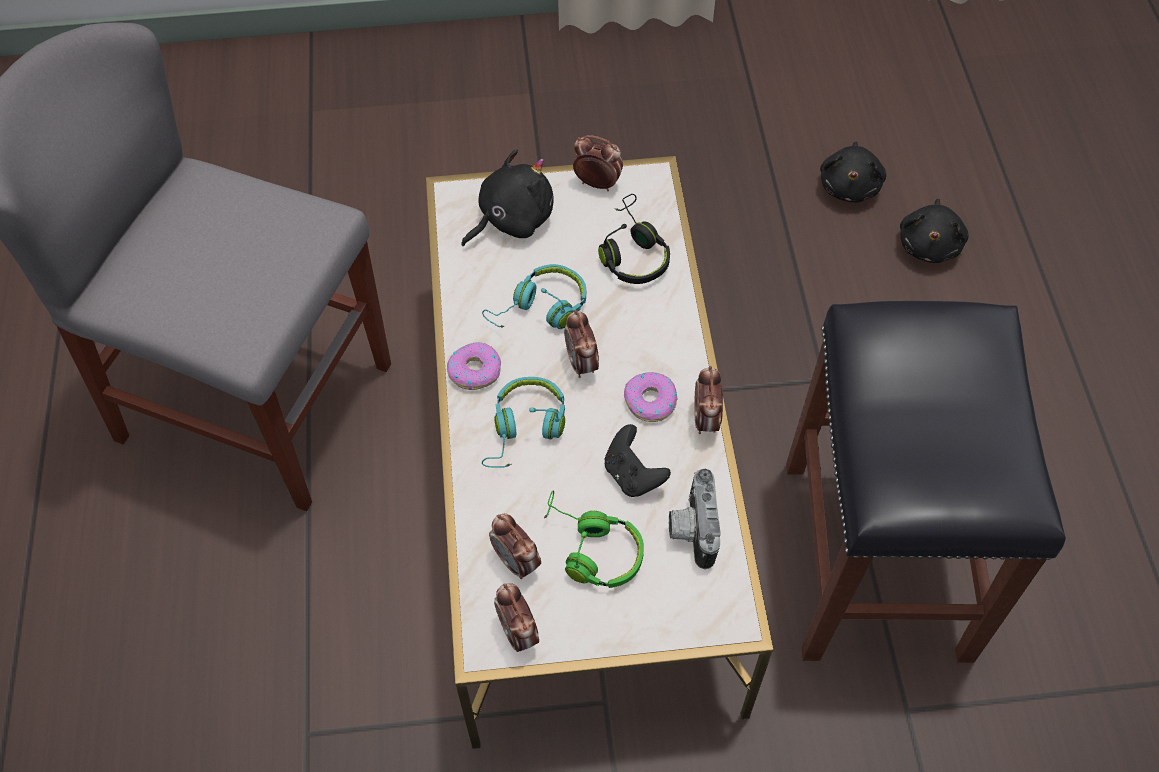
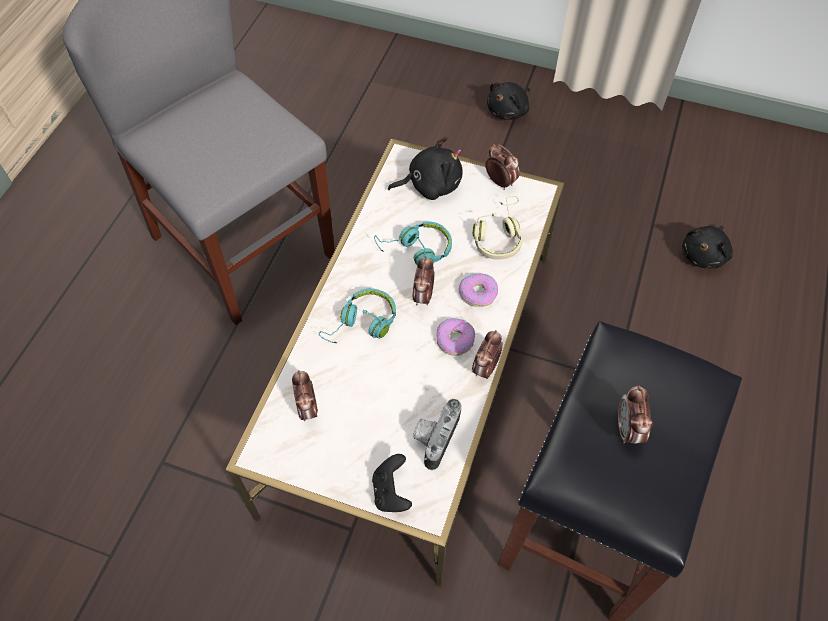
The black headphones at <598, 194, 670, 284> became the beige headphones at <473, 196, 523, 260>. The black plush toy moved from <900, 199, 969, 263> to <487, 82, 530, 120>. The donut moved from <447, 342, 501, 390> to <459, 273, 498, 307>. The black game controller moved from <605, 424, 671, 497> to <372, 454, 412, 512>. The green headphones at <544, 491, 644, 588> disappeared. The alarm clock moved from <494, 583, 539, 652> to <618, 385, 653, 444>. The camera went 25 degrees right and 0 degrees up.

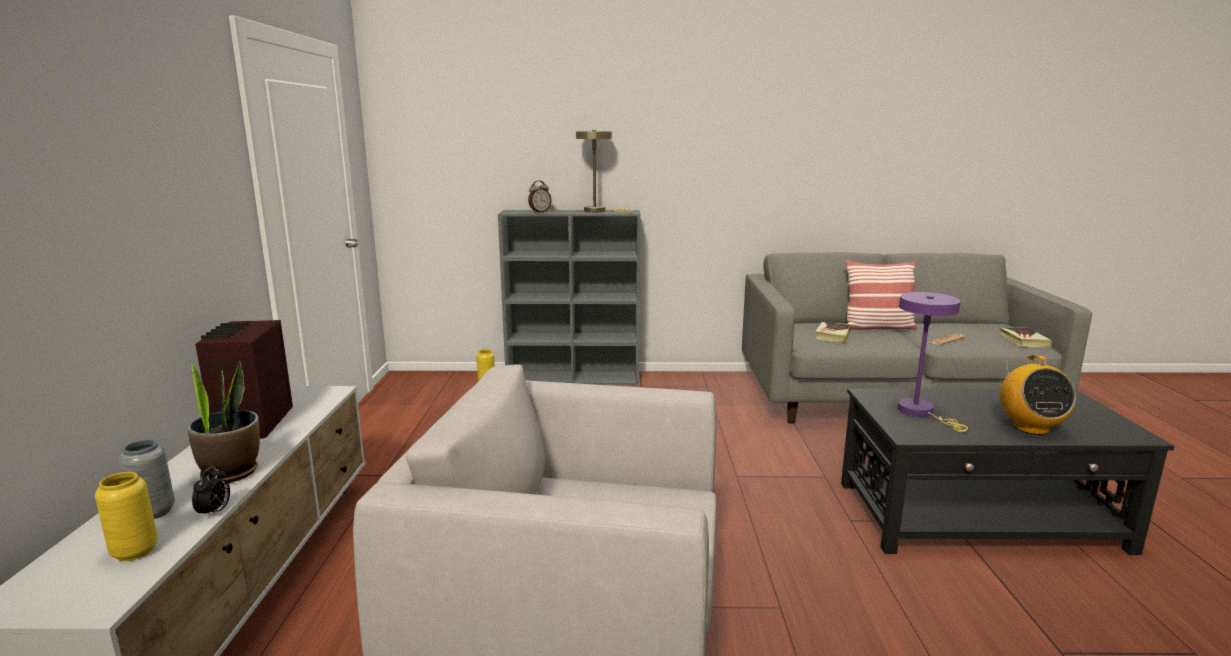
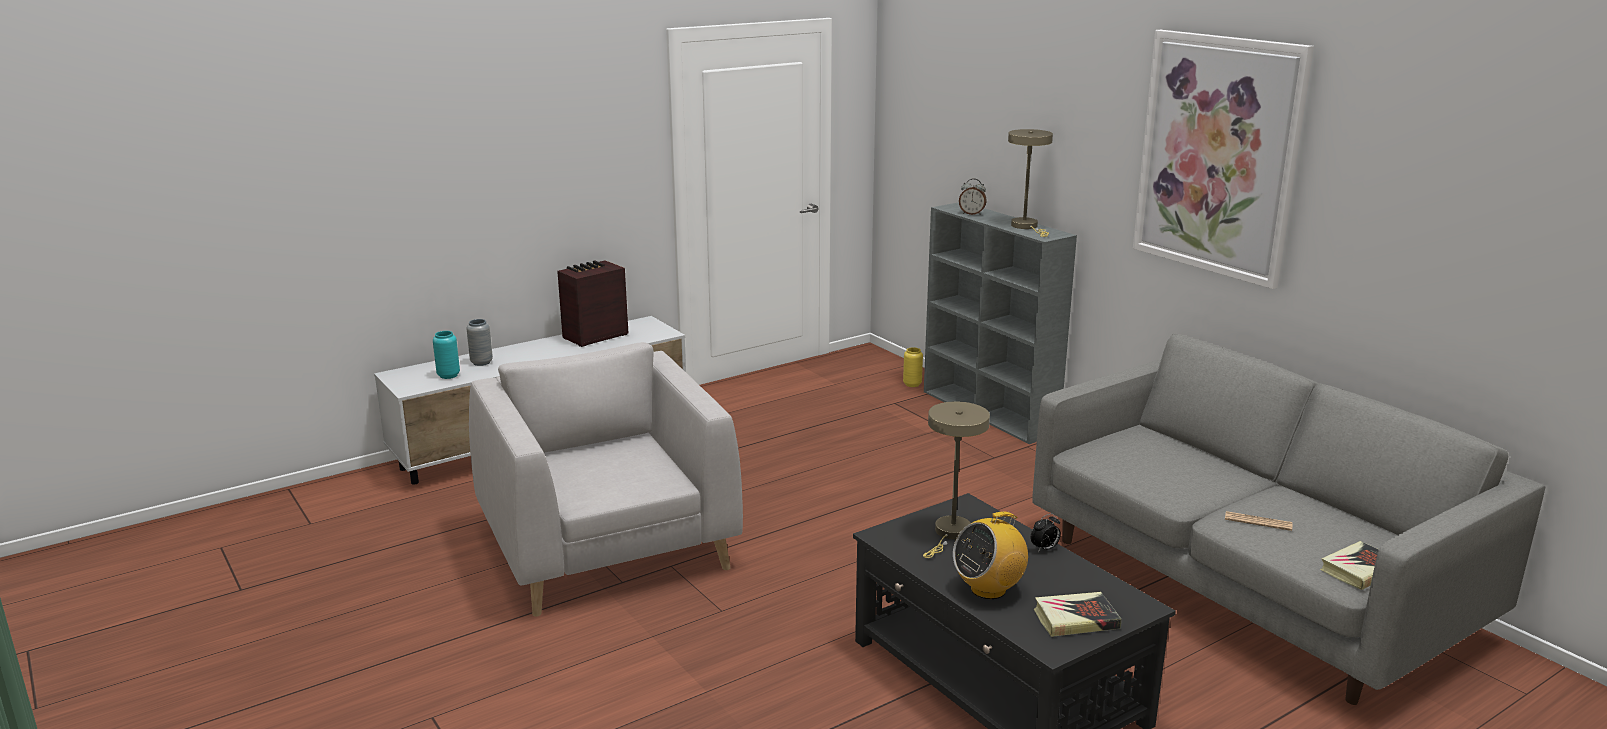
The pillow at <845, 260, 917, 330> disappeared. The purple table lamp at <898, 292, 968, 432> became the beige table lamp at <923, 401, 990, 558>. The book moved from <815, 322, 851, 343> to <1034, 592, 1121, 637>. The potted plant at <187, 361, 260, 483> disappeared. The alarm clock moved from <192, 466, 230, 519> to <1030, 513, 1061, 552>. The yellow vase at <95, 472, 158, 561> became the turquoise vase at <433, 331, 460, 379>. The picture at <1133, 30, 1314, 289> appeared. The camera went 55 degrees right and 5 degrees up.

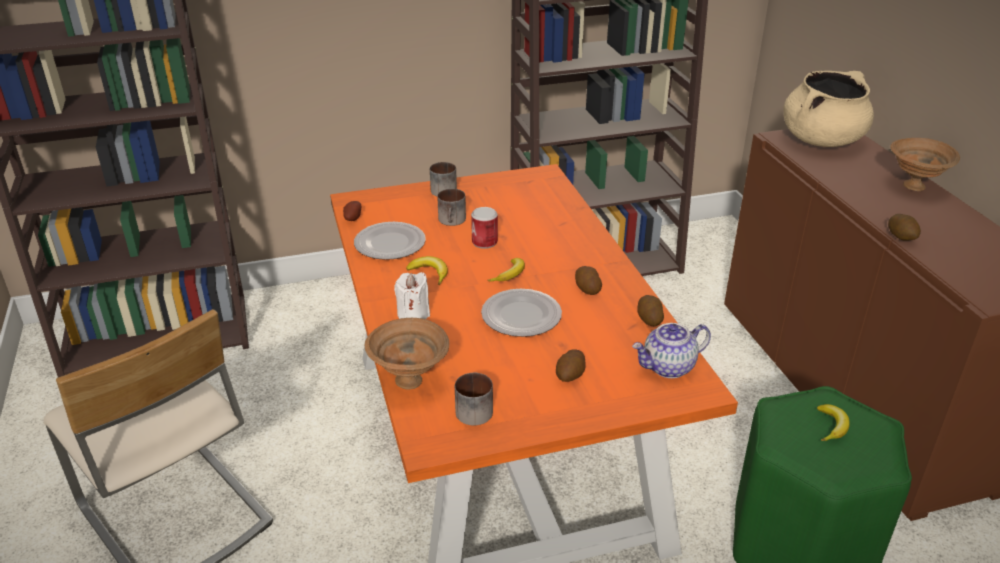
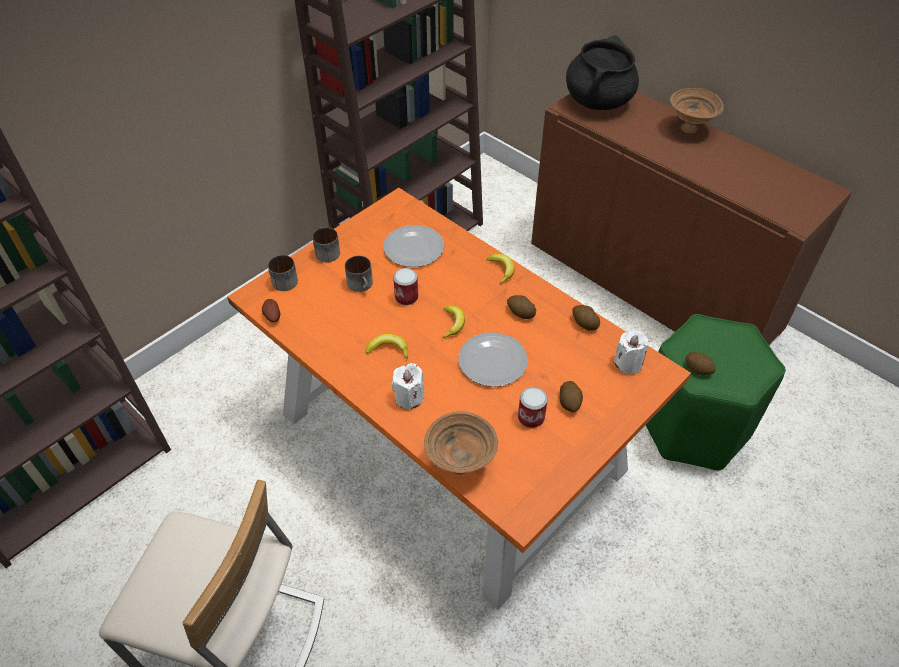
The beige cooking pot at <783, 71, 874, 147> became the black cooking pot at <566, 35, 639, 110>. The potato moved from <888, 214, 921, 241> to <685, 352, 715, 376>. The plate moved from <354, 222, 426, 260> to <383, 225, 444, 267>. The teapot at <632, 323, 711, 378> was replaced by the white candle at <613, 331, 649, 374>. The mug moved from <455, 373, 493, 426> to <268, 255, 298, 291>. The banana moved from <817, 404, 850, 441> to <487, 254, 515, 284>. The can at <518, 387, 548, 428> appeared. The camera went 30 degrees left and 15 degrees up.

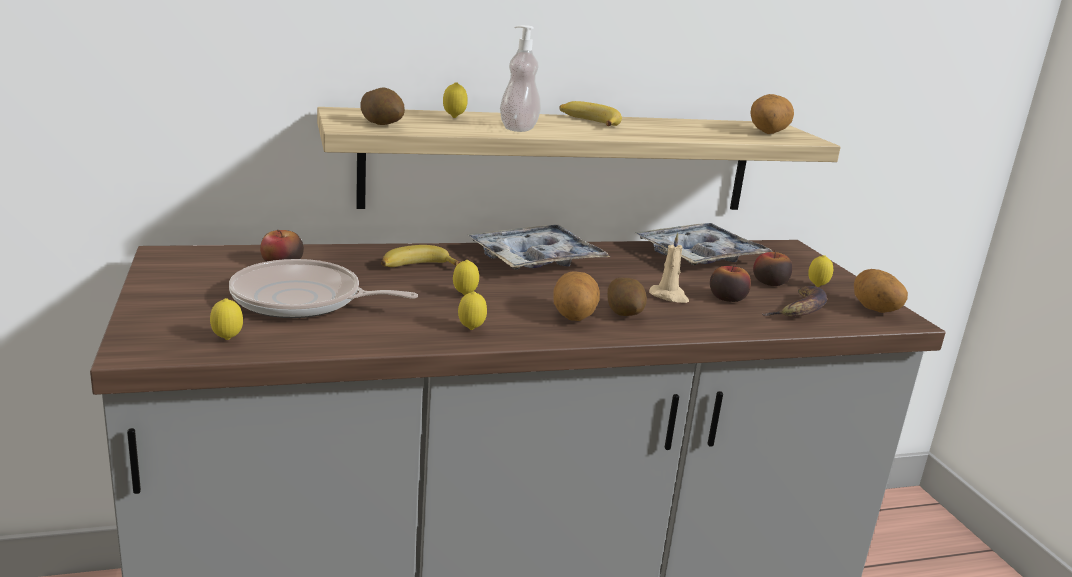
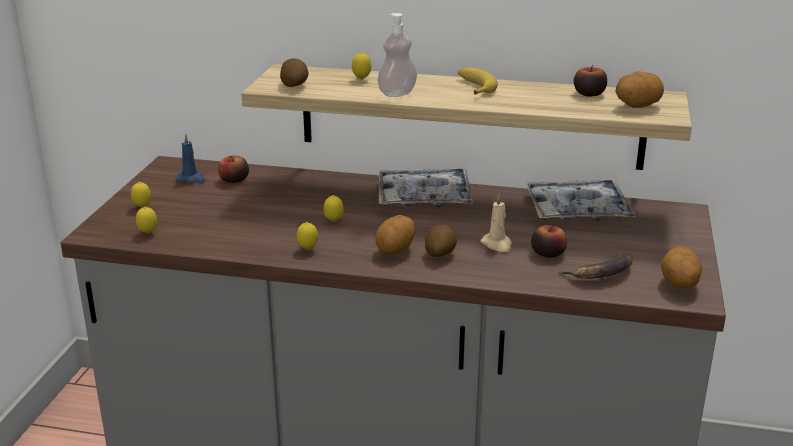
The banana at <381, 245, 460, 267> disappeared. The apple moved from <753, 250, 792, 286> to <573, 65, 607, 97>. The lemon moved from <808, 255, 833, 287> to <131, 182, 151, 208>. The frying pan at <229, 259, 418, 318> disappeared. The blue candle at <176, 133, 206, 184> appeared. The camera went 30 degrees right and 5 degrees up.

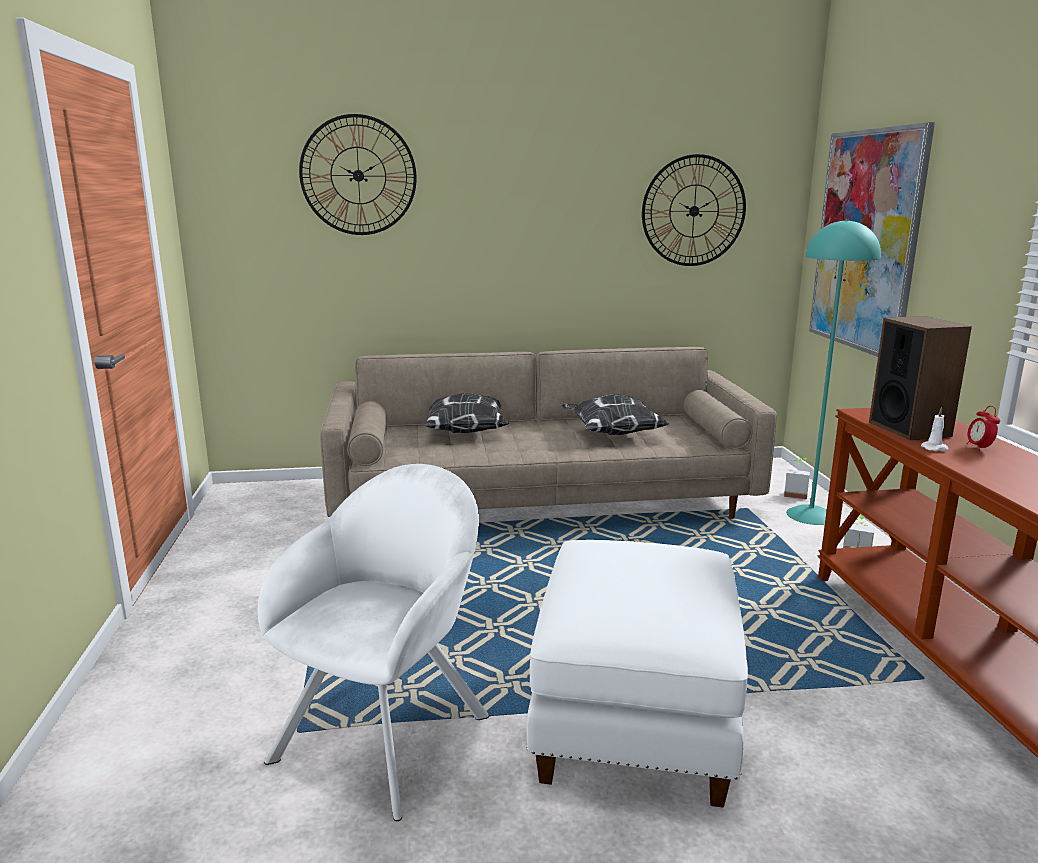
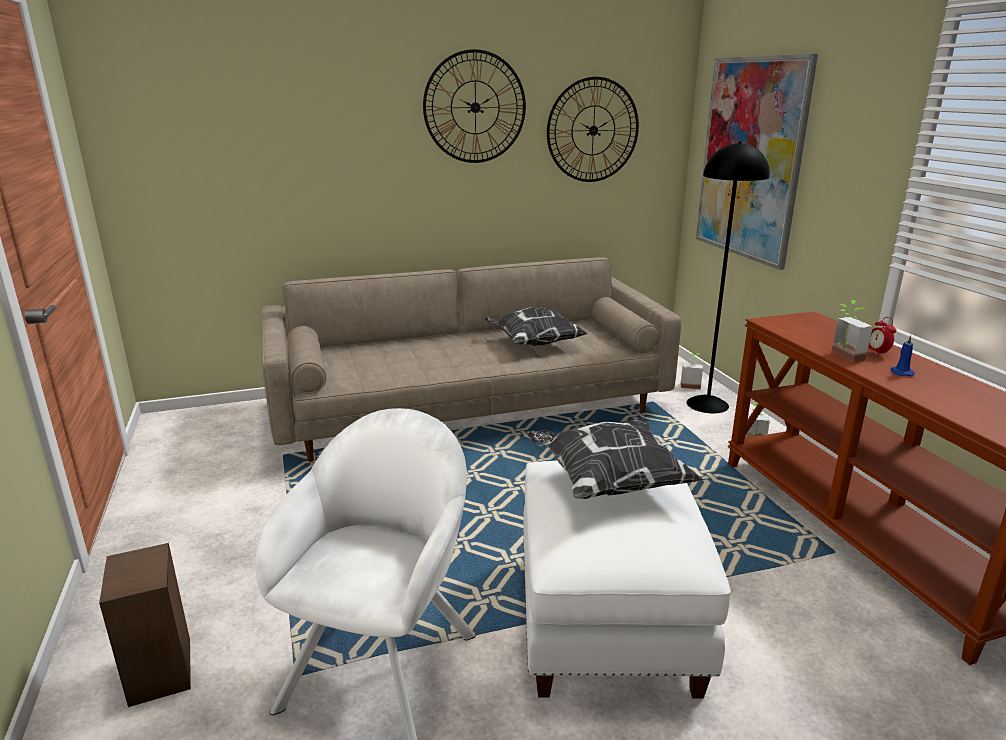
The wall clock moved from <299, 114, 417, 235> to <423, 49, 526, 163>. The turquoise floor lamp at <786, 219, 881, 525> became the black floor lamp at <687, 141, 770, 413>. The speaker moved from <869, 316, 972, 440> to <99, 543, 191, 707>. The pillow moved from <423, 393, 509, 433> to <527, 419, 704, 499>. The white candle at <921, 407, 949, 451> was replaced by the potted plant at <832, 300, 873, 362>. The blue candle at <891, 335, 915, 376> appeared. The camera went 10 degrees left and 5 degrees up.

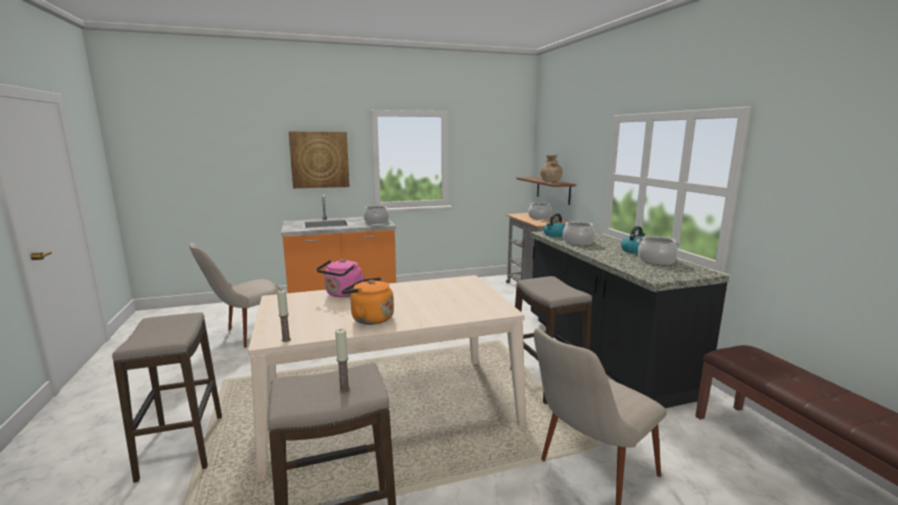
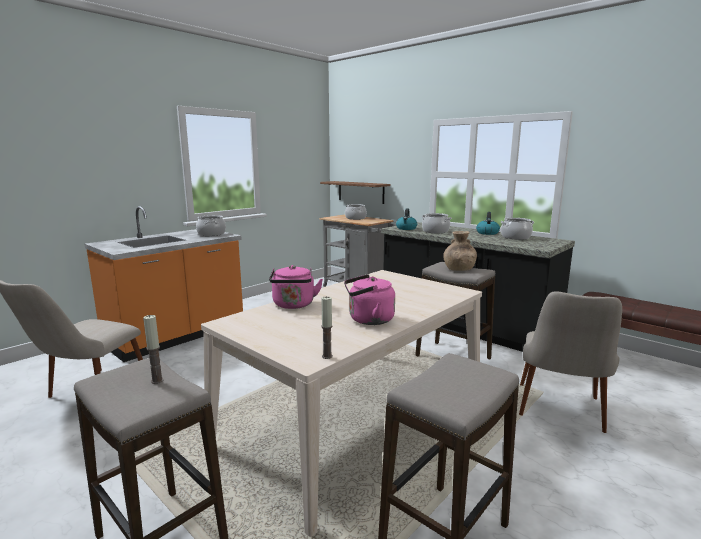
The picture at <289, 132, 349, 188> disappeared. The brown vase moved from <540, 155, 563, 182> to <443, 231, 477, 271>. The orange kettle at <341, 277, 394, 325> became the pink kettle at <344, 274, 395, 325>. The candle moved from <335, 329, 350, 393> to <143, 315, 164, 384>. The camera went 30 degrees left and 0 degrees up.

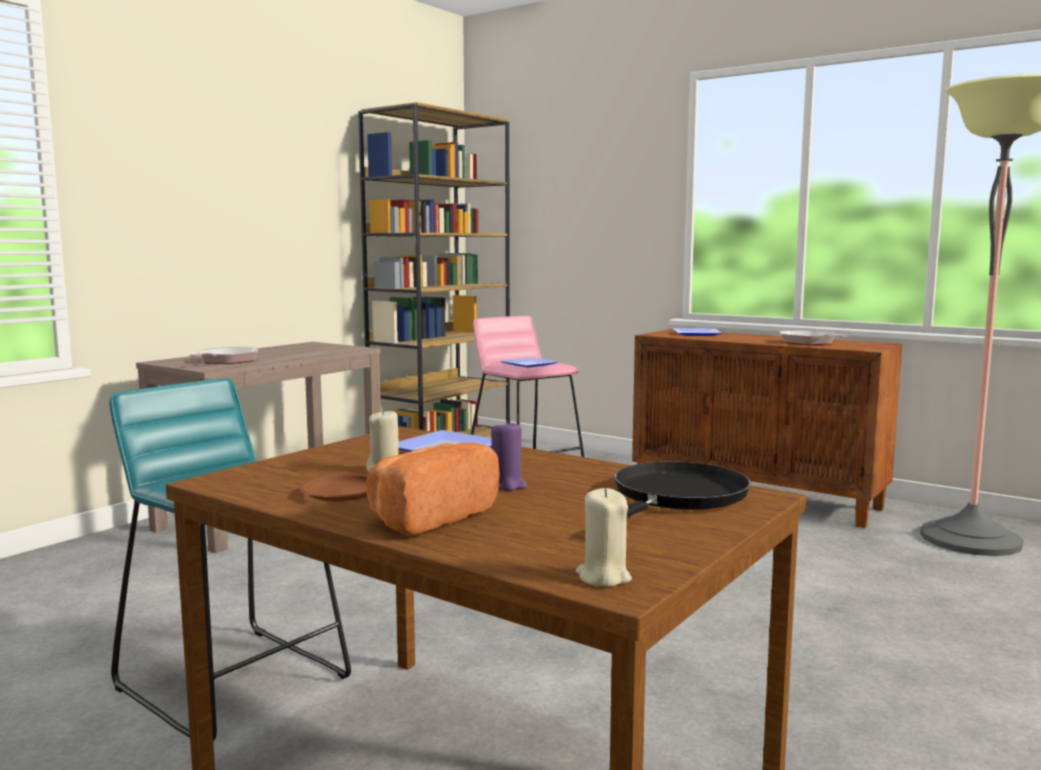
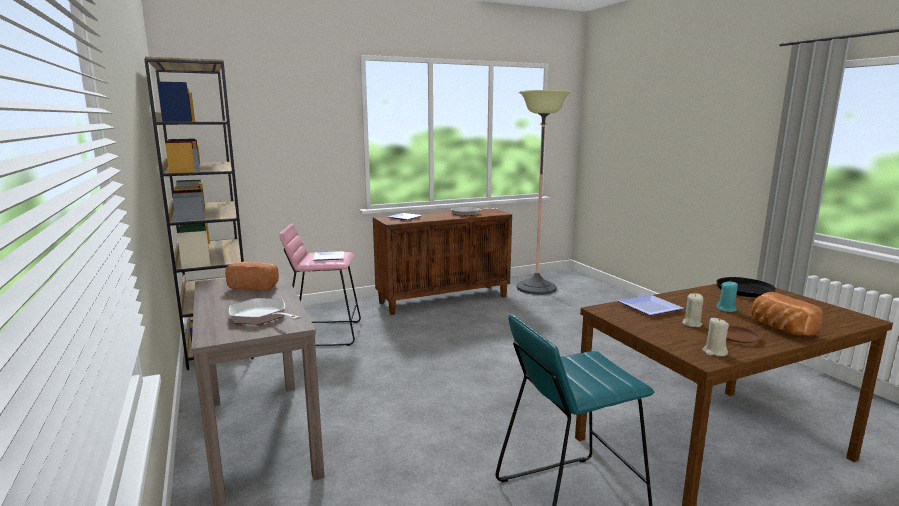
The purple candle at <491, 420, 527, 491> became the turquoise candle at <716, 281, 738, 312>. The beige candle moved from <576, 488, 632, 587> to <702, 318, 729, 356>. The bread at <225, 262, 279, 291> appeared. The camera went 60 degrees left and 5 degrees up.

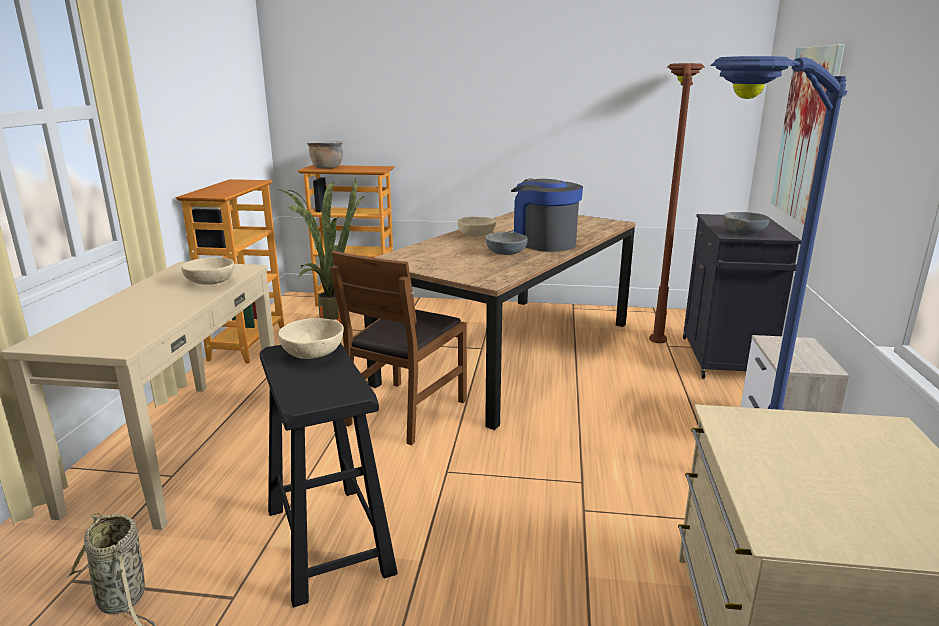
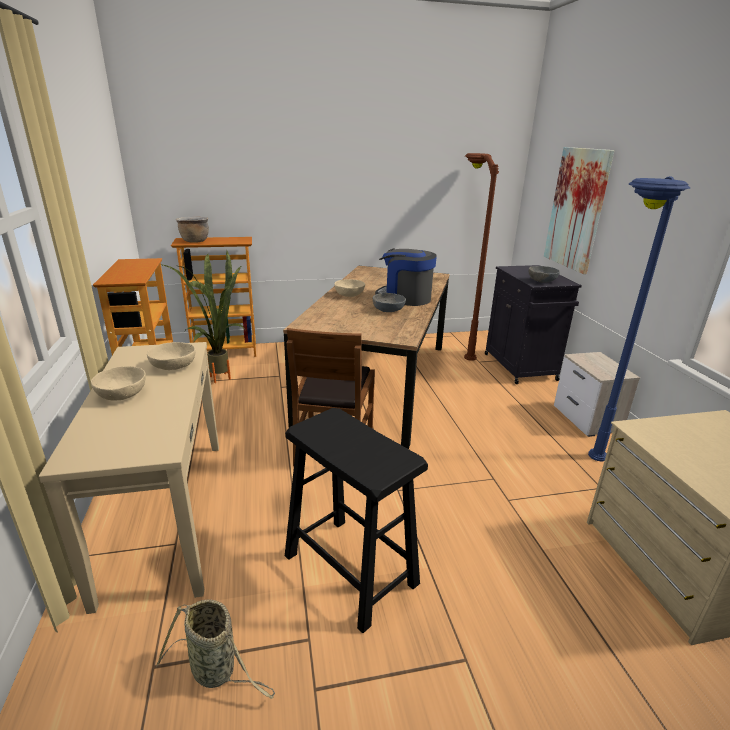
The beige bowl moved from <278, 318, 344, 359> to <91, 366, 146, 401>. The camera went 20 degrees left and 5 degrees up.

